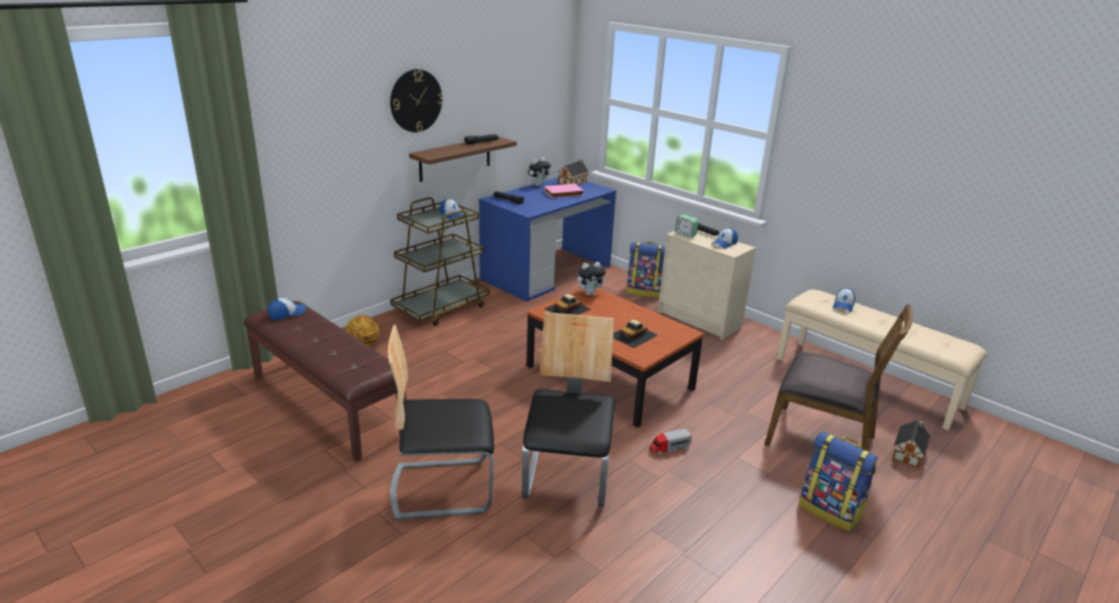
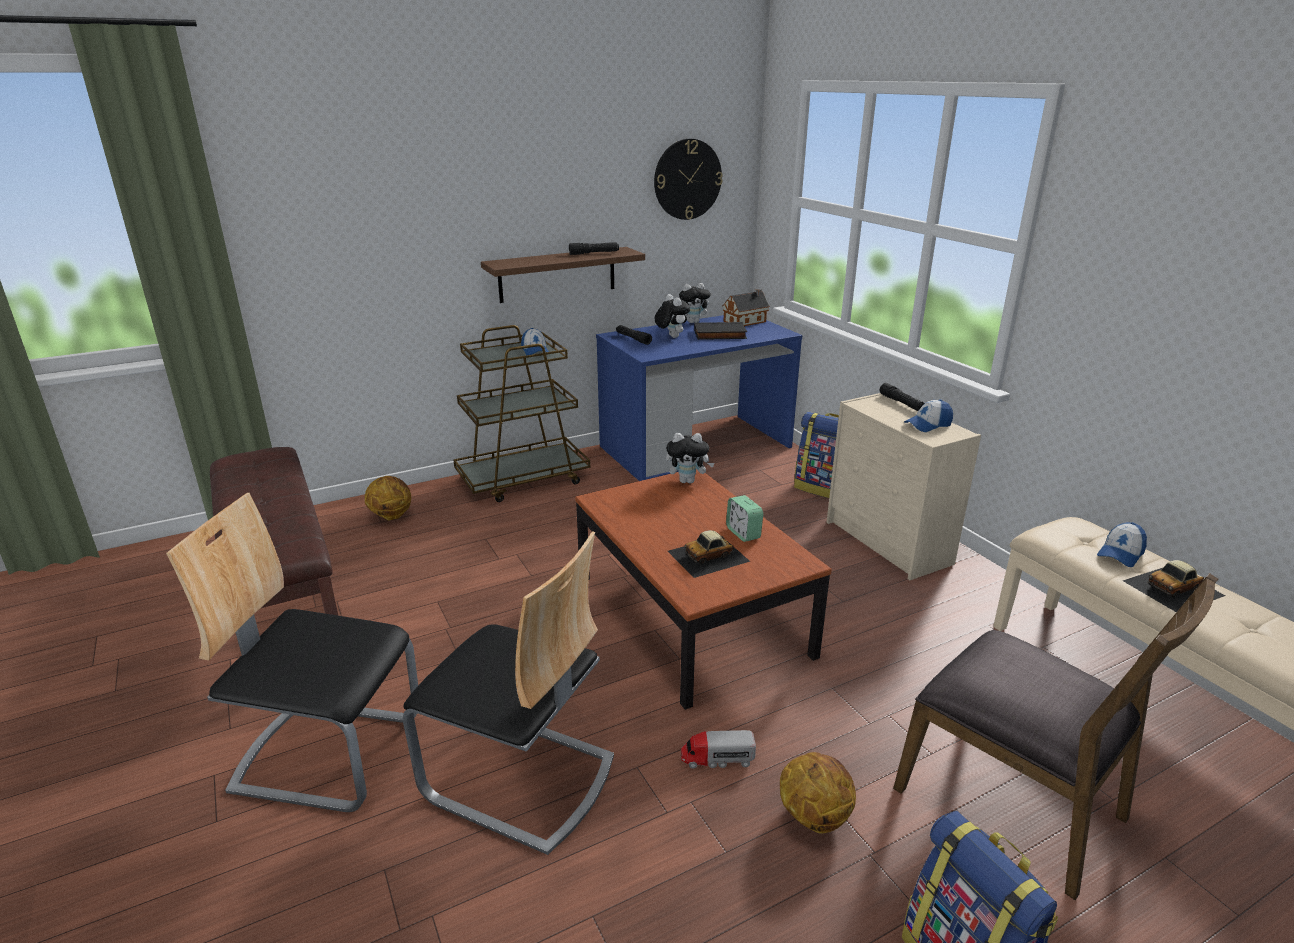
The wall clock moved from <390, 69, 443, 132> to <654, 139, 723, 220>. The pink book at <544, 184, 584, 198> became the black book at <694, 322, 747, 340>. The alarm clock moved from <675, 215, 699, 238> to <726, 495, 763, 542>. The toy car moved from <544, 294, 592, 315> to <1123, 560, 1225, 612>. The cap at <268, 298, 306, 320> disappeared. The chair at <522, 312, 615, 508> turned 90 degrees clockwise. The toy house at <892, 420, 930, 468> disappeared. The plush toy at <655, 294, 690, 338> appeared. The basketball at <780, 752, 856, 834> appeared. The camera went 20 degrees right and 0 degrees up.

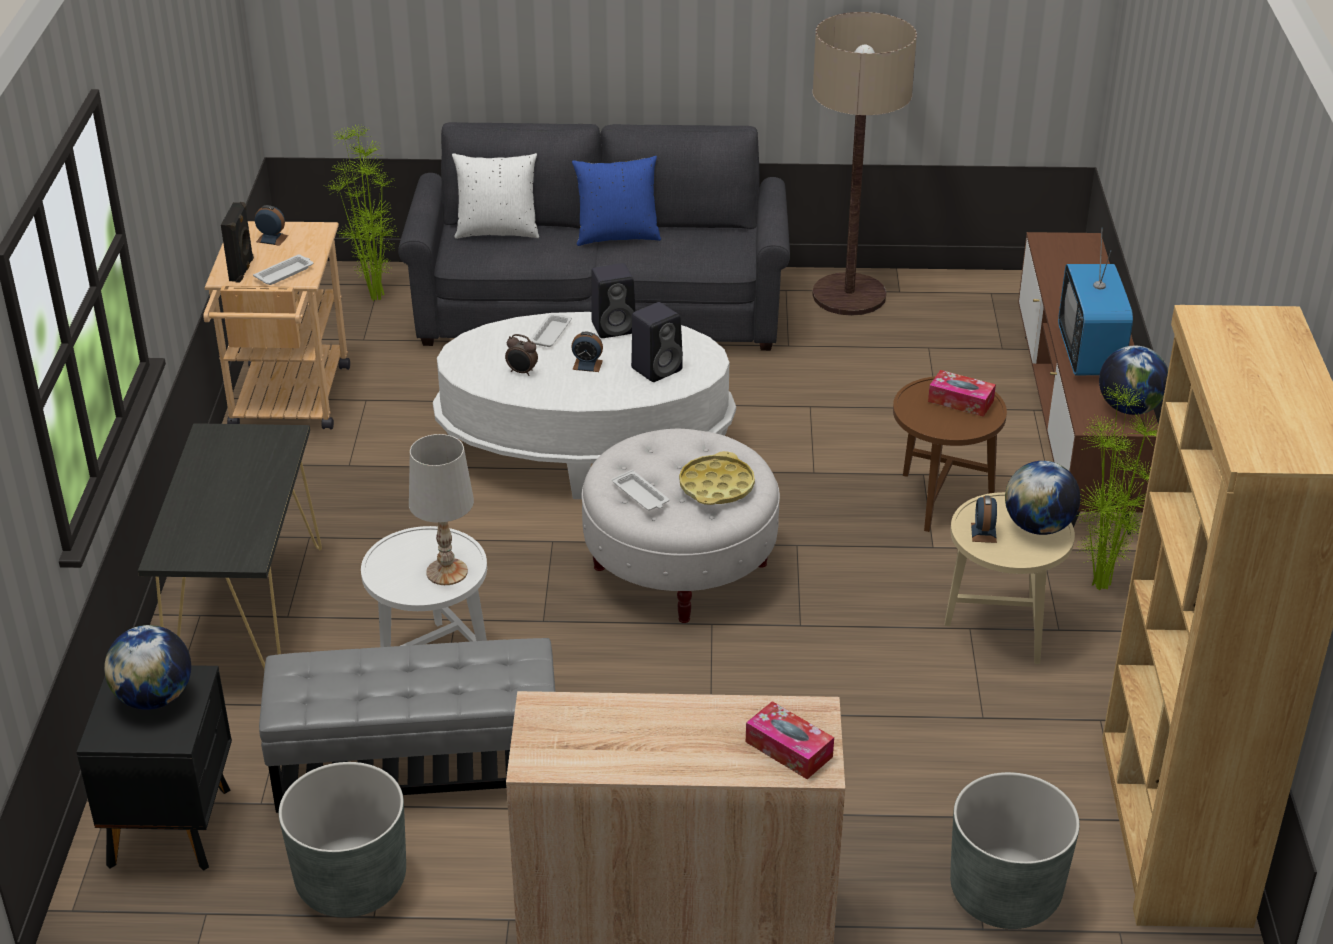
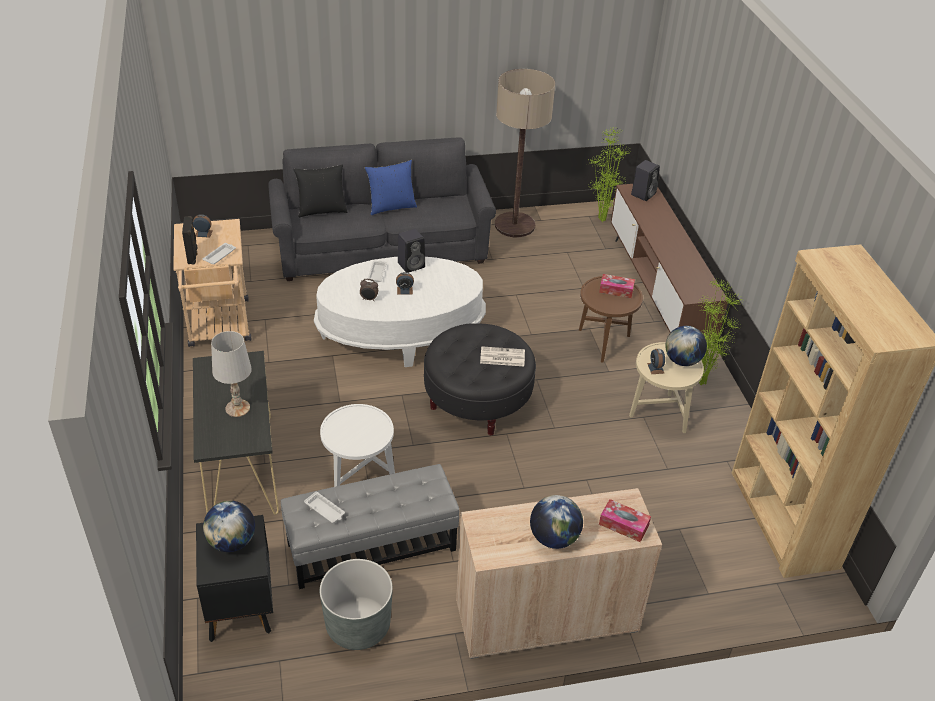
The potted plant moved from <326, 124, 397, 301> to <589, 127, 631, 222>. The white pillow at <452, 153, 539, 239> became the black pillow at <293, 164, 347, 218>. The television at <1058, 228, 1133, 375> disappeared. The black speaker moved from <631, 302, 683, 382> to <631, 160, 660, 201>. The globe moved from <1099, 345, 1168, 415> to <530, 495, 583, 549>. The white ottoman at <582, 429, 780, 623> became the black ottoman at <424, 323, 536, 435>. The white table lamp moved from <409, 434, 474, 585> to <211, 331, 252, 417>. The yellow tray at <679, 451, 755, 505> was replaced by the newspaper at <480, 346, 525, 366>. The white tray moved from <612, 470, 669, 510> to <304, 491, 345, 523>. The grey planter at <950, 772, 1080, 929> disappeared. The camera went 15 degrees left and 5 degrees up.

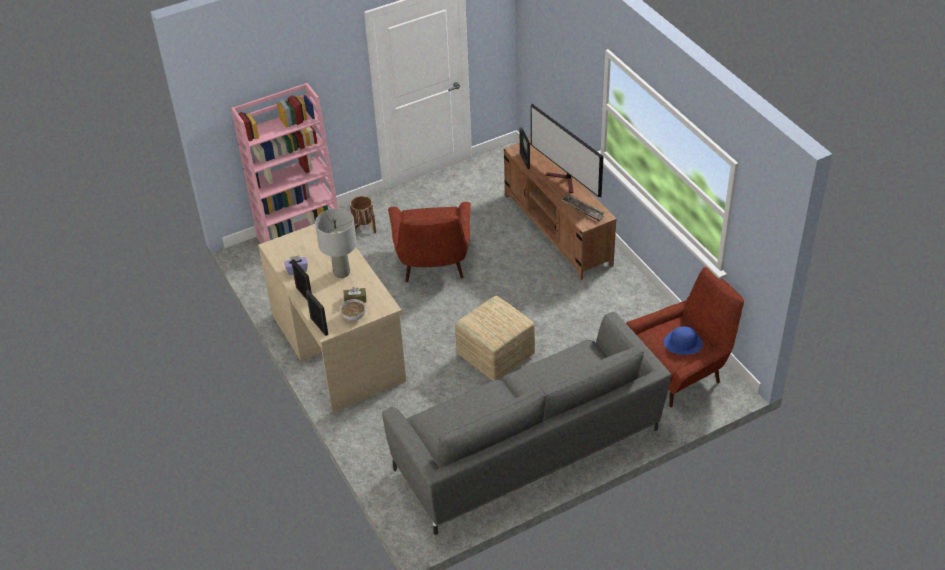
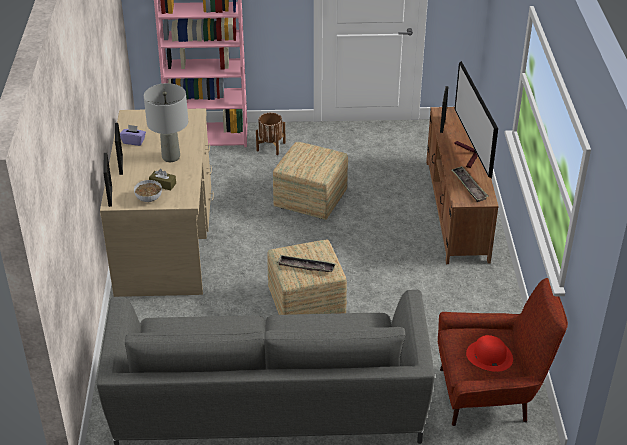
The red armchair at <388, 202, 471, 282> was replaced by the ottoman at <273, 142, 348, 220>. The blue hat at <664, 326, 703, 355> became the red hat at <466, 335, 513, 372>. The tray at <277, 255, 336, 272> appeared. The camera went 25 degrees right and 5 degrees down.

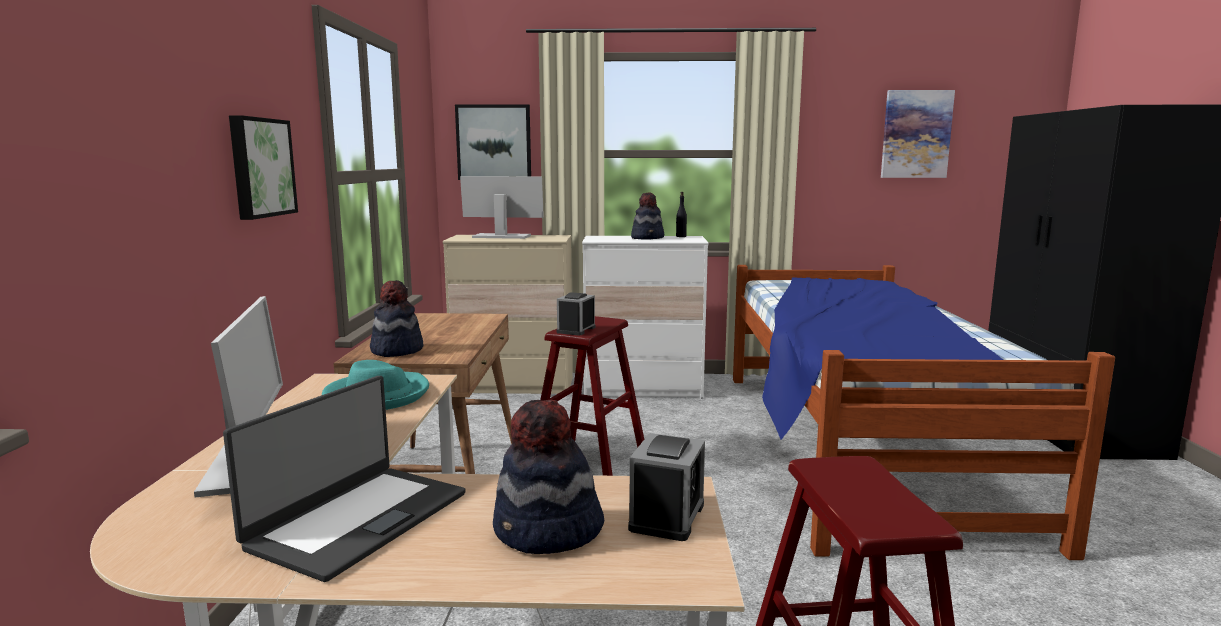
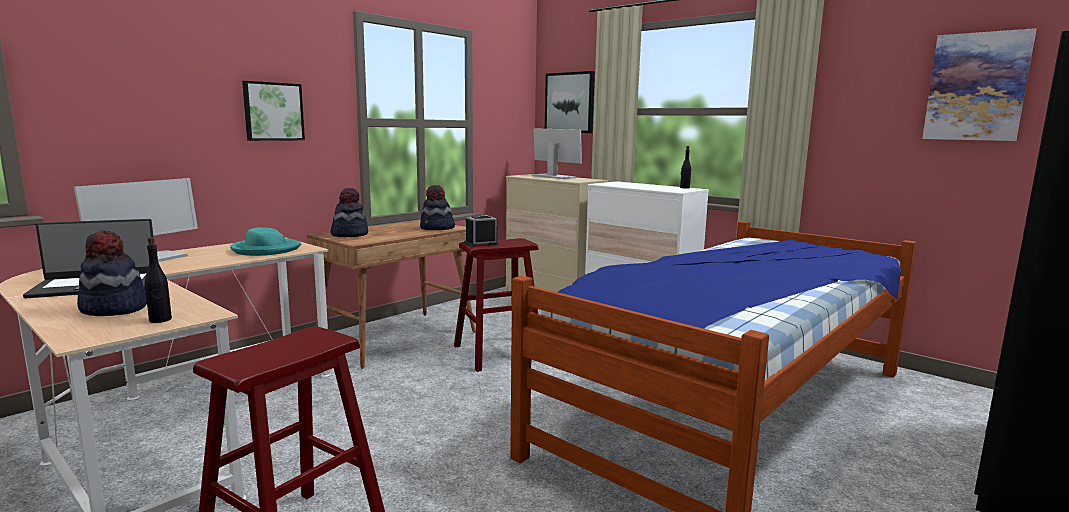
The hat moved from <631, 192, 664, 240> to <420, 185, 455, 230>. The alarm clock at <628, 433, 705, 541> was replaced by the black bottle at <145, 237, 172, 323>. The camera went 40 degrees right and 0 degrees up.

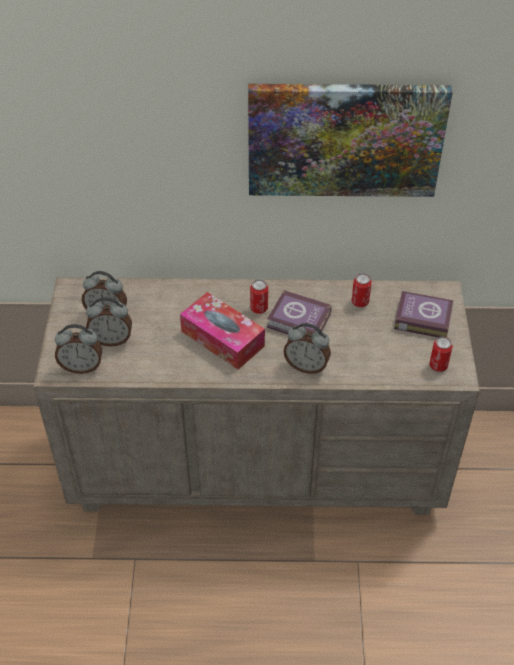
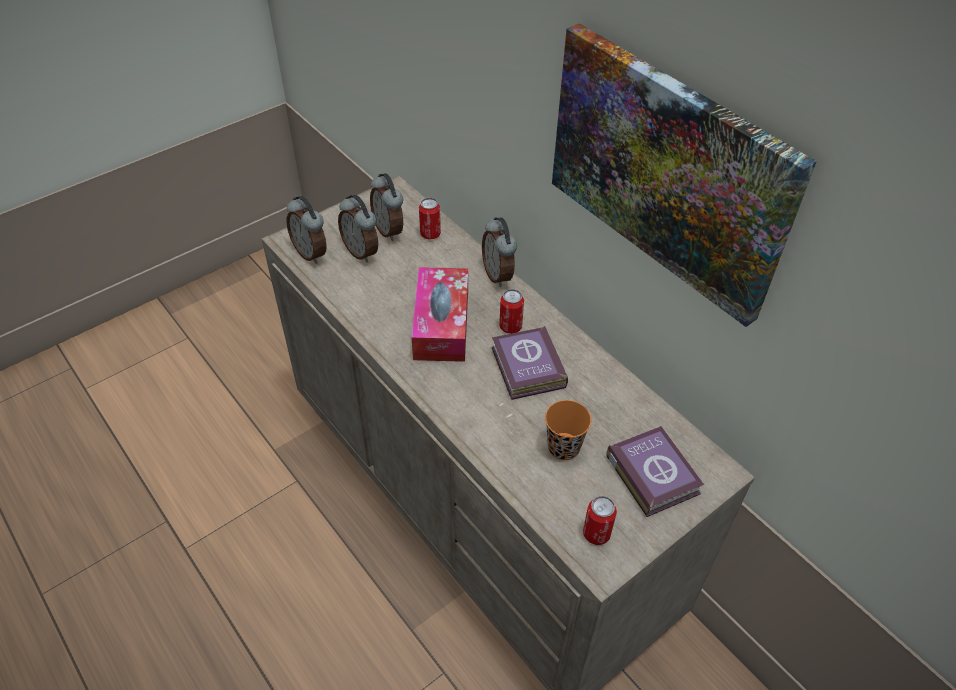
The can moved from <352, 273, 372, 307> to <419, 198, 441, 239>. The alarm clock moved from <284, 323, 331, 374> to <482, 217, 517, 287>. The orange cup at <545, 400, 591, 460> appeared. The camera went 50 degrees right and 0 degrees up.

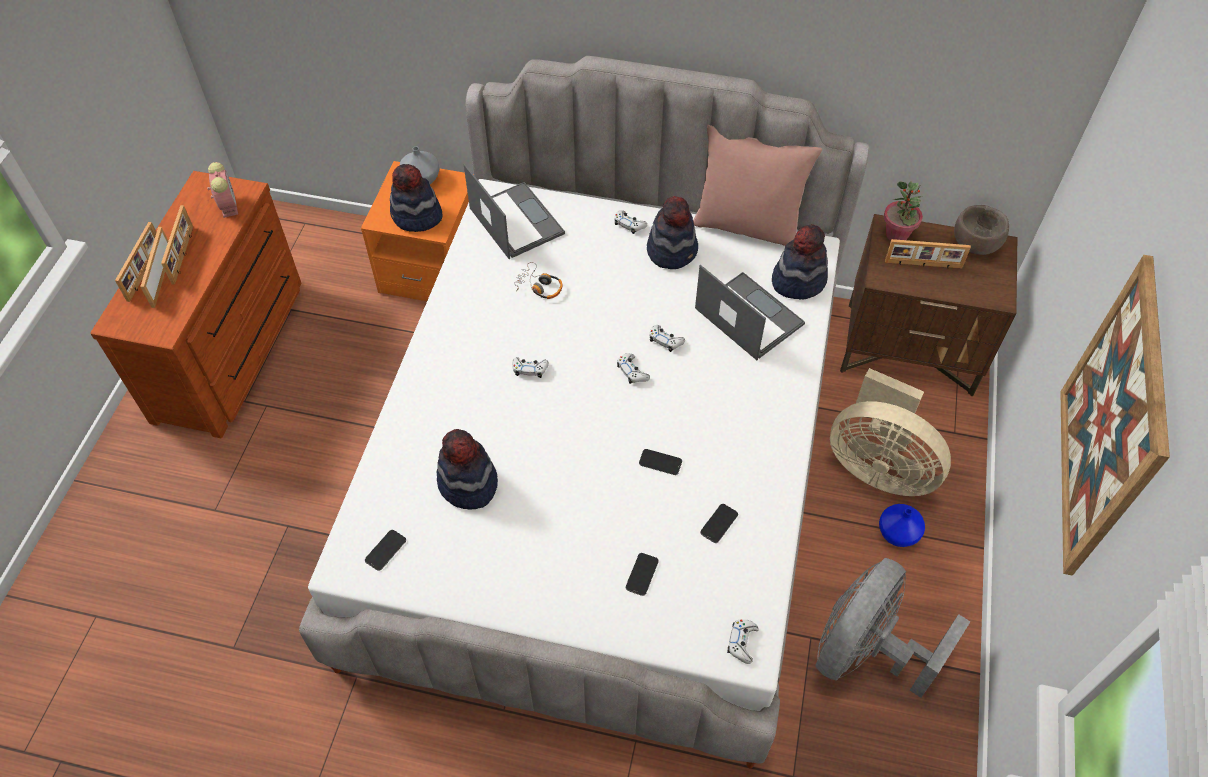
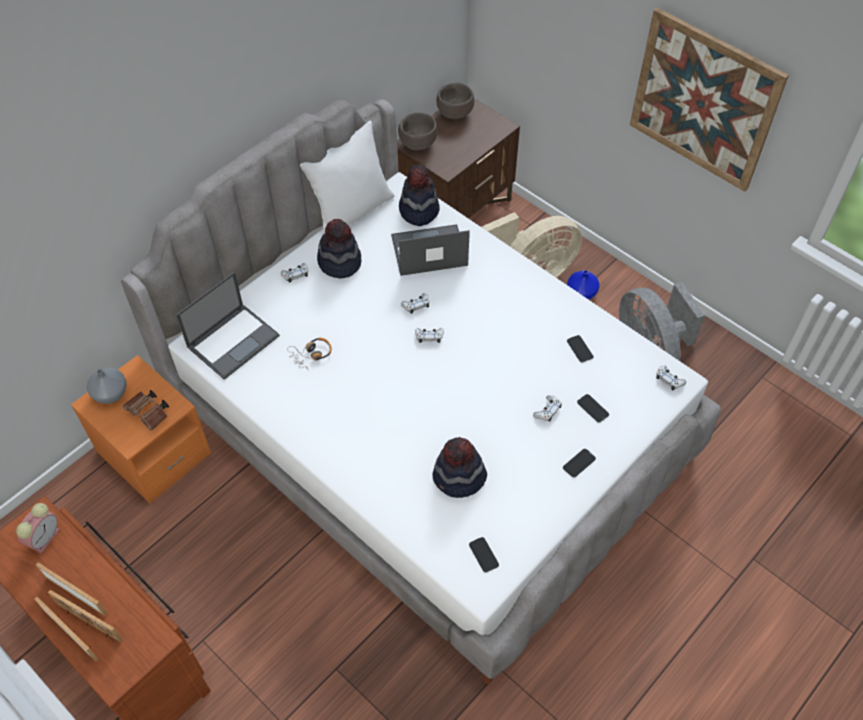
The pink pillow at <693, 125, 822, 246> became the white pillow at <300, 121, 394, 234>. The alarm clock at <207, 162, 238, 218> turned 105 degrees clockwise. The hat at <390, 164, 442, 232> was replaced by the brown binoculars at <123, 390, 169, 431>. The laptop at <464, 164, 565, 259> turned 135 degrees clockwise. The potted plant at <884, 181, 923, 241> was replaced by the brown bowl at <398, 112, 437, 151>. The picture frame at <885, 239, 971, 269> disappeared. The white game controller moved from <512, 357, 549, 378> to <533, 395, 562, 422>. The phone moved from <639, 449, 682, 475> to <563, 449, 596, 478>. The camera went 60 degrees left and 0 degrees up.

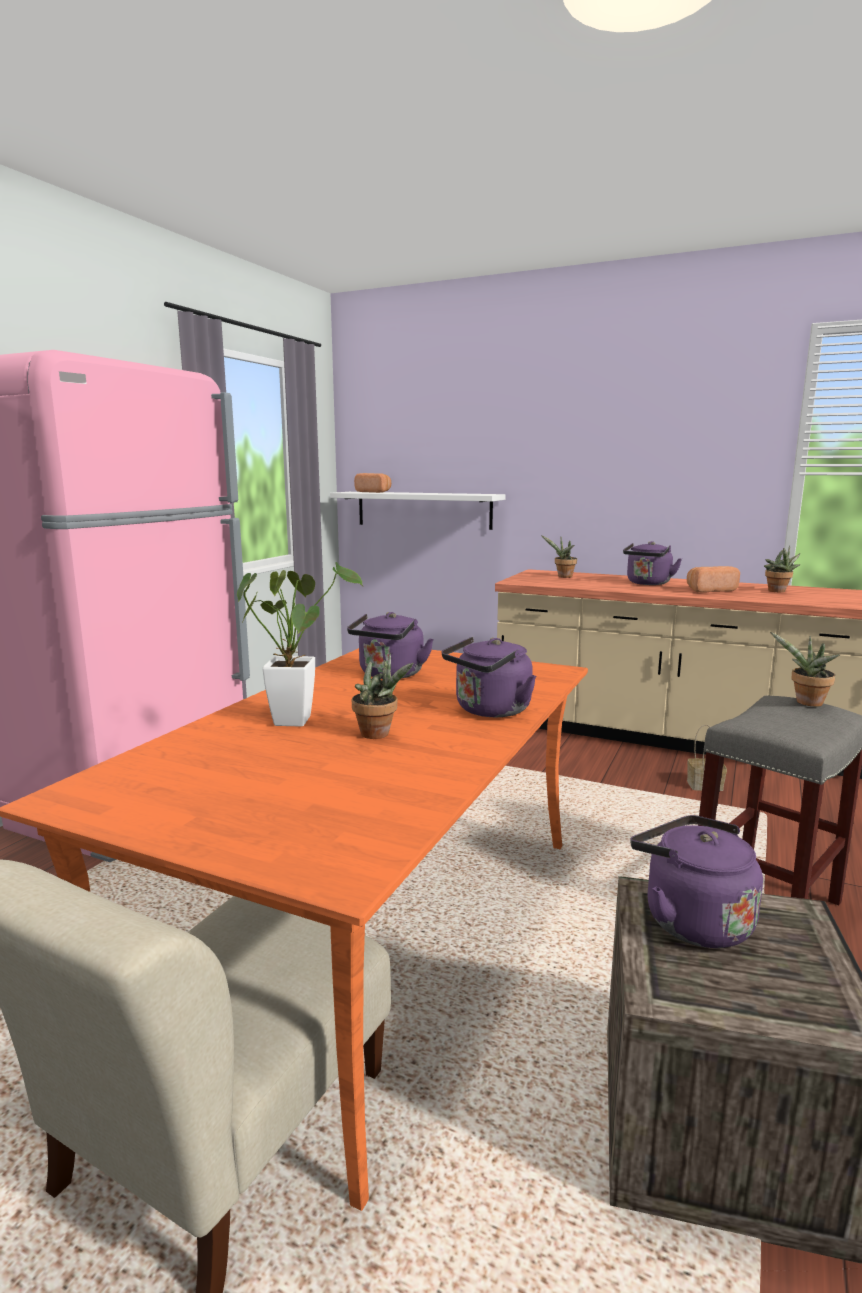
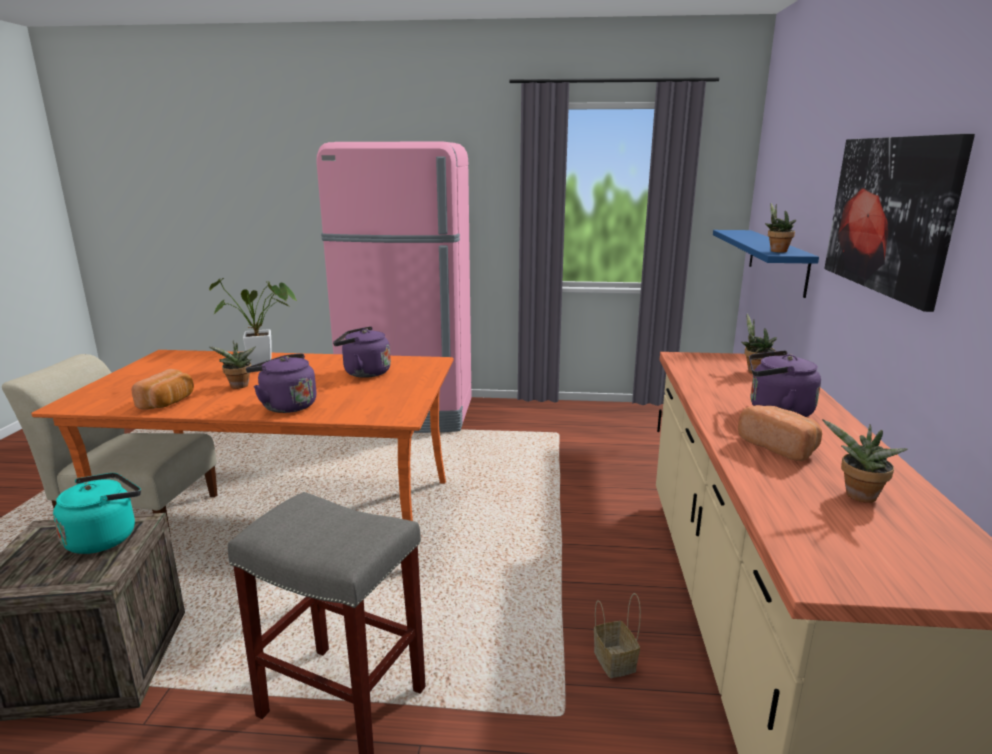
The bread moved from <354, 473, 391, 493> to <131, 369, 194, 410>. The white shelf at <330, 492, 506, 530> became the blue shelf at <713, 230, 819, 298>. The potted plant moved from <770, 632, 840, 707> to <765, 203, 796, 252>. The purple kettle at <630, 815, 763, 948> became the turquoise kettle at <53, 473, 141, 554>. The picture at <824, 134, 975, 312> appeared. The camera went 70 degrees right and 5 degrees up.

